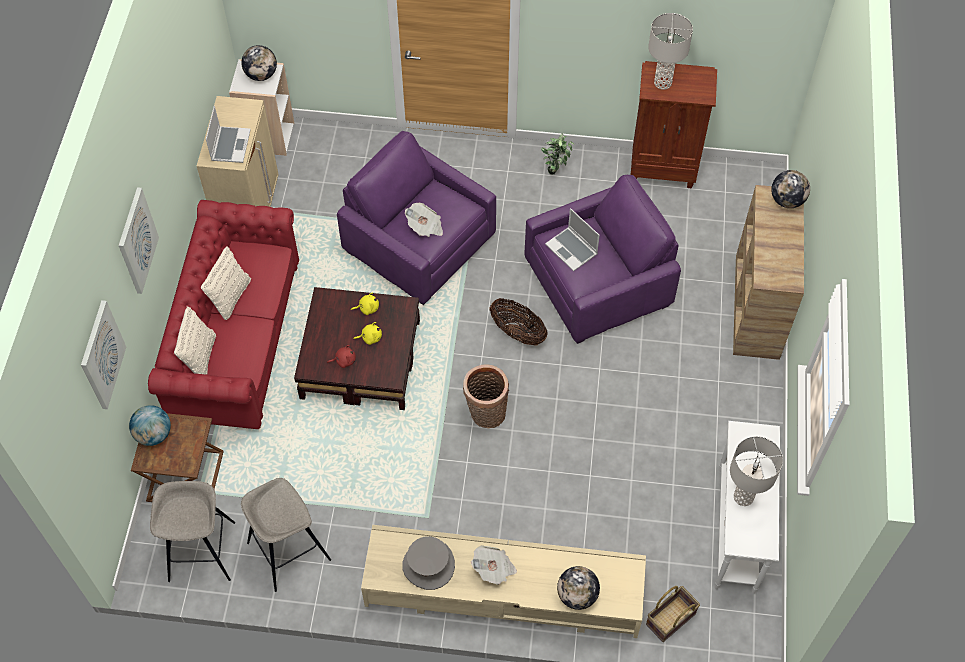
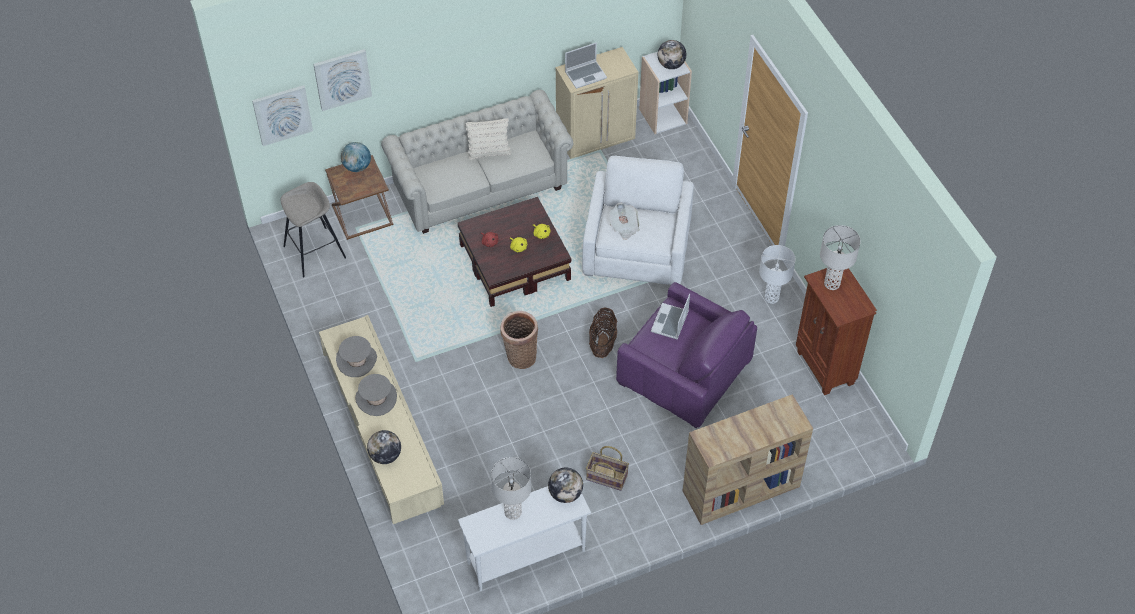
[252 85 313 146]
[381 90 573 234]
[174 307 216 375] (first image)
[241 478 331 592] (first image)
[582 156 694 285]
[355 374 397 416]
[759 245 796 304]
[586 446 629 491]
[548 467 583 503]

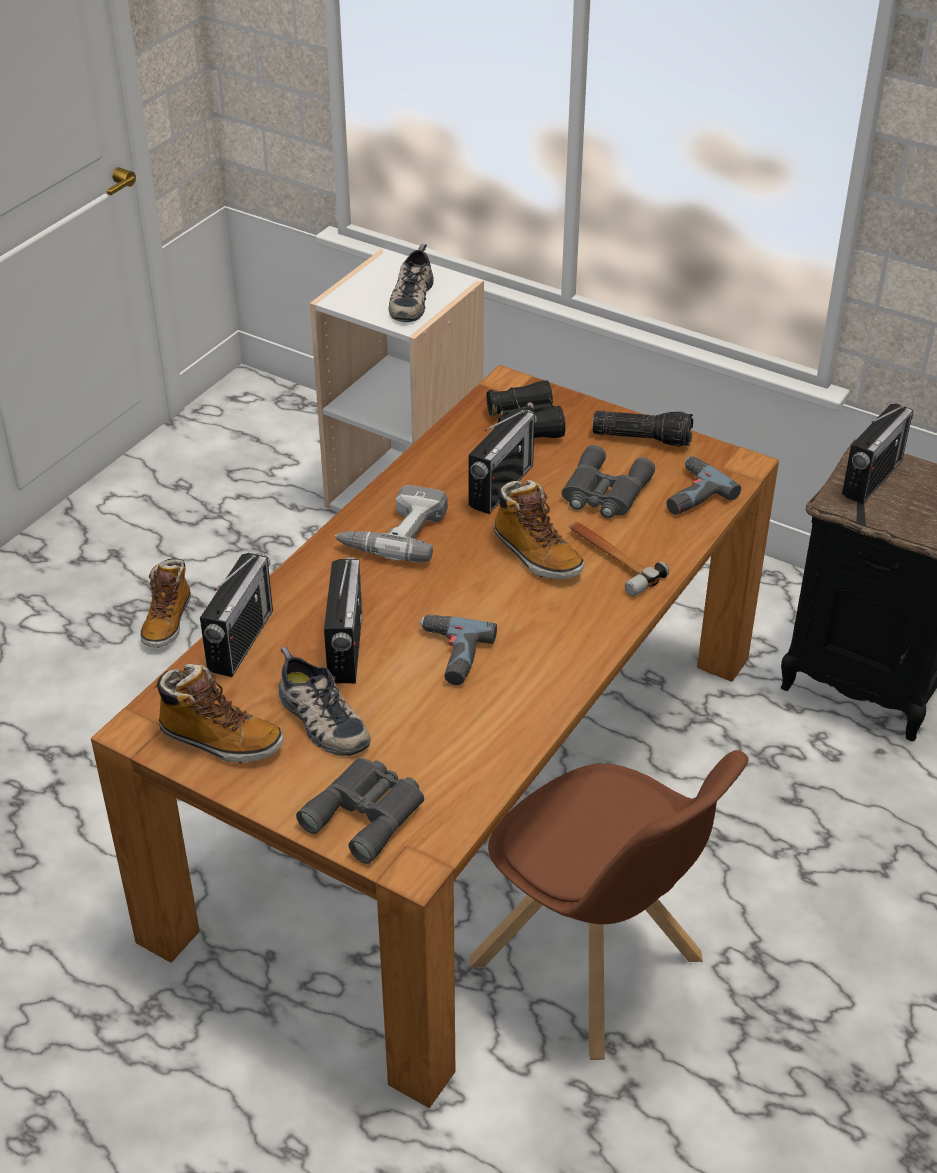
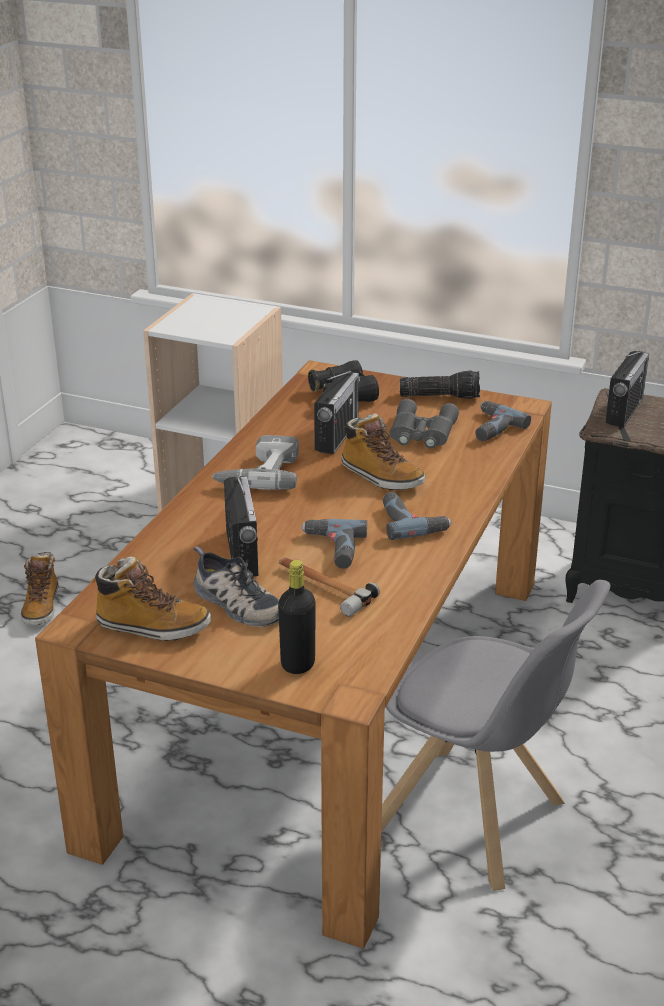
[200 553 273 677] (first image)
[278 560 316 674]
[388 244 434 322] (first image)
[381 580 610 891]
[279 557 380 617]
[383 492 452 540]

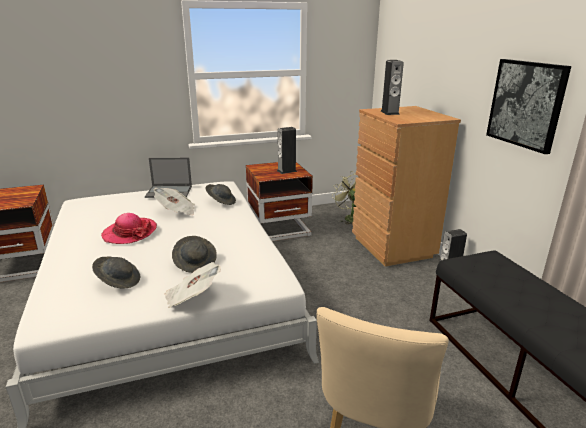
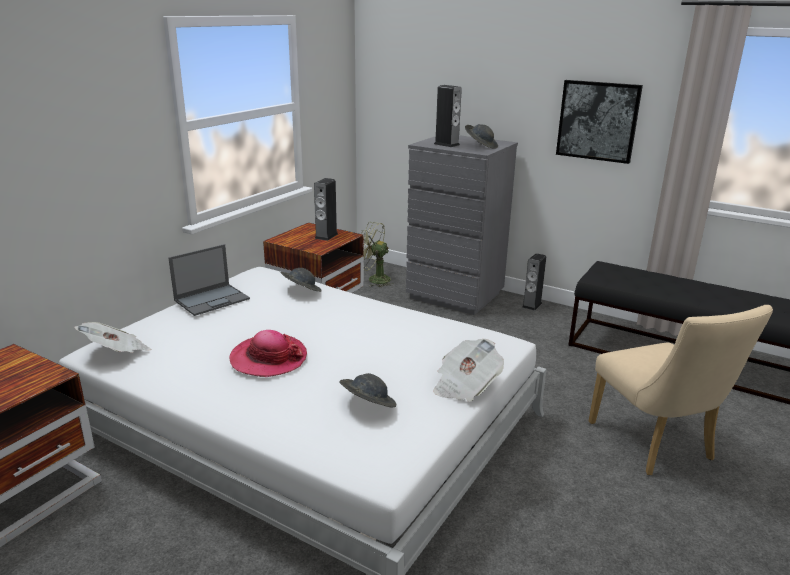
[74 322 152 353]
[465 124 498 148]
[406 135 518 315]

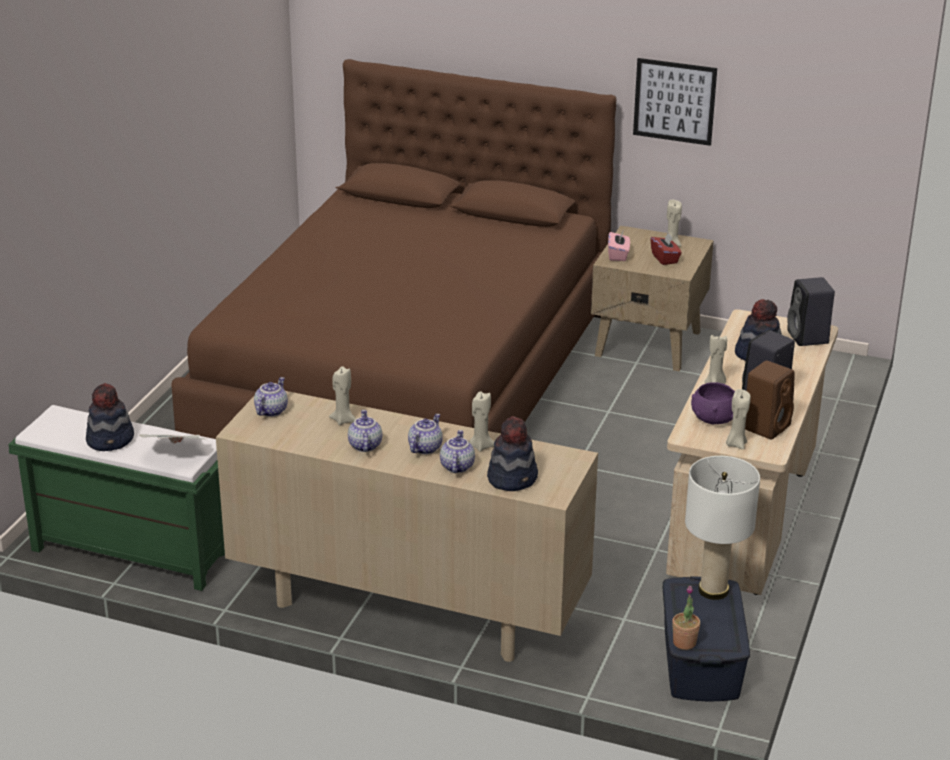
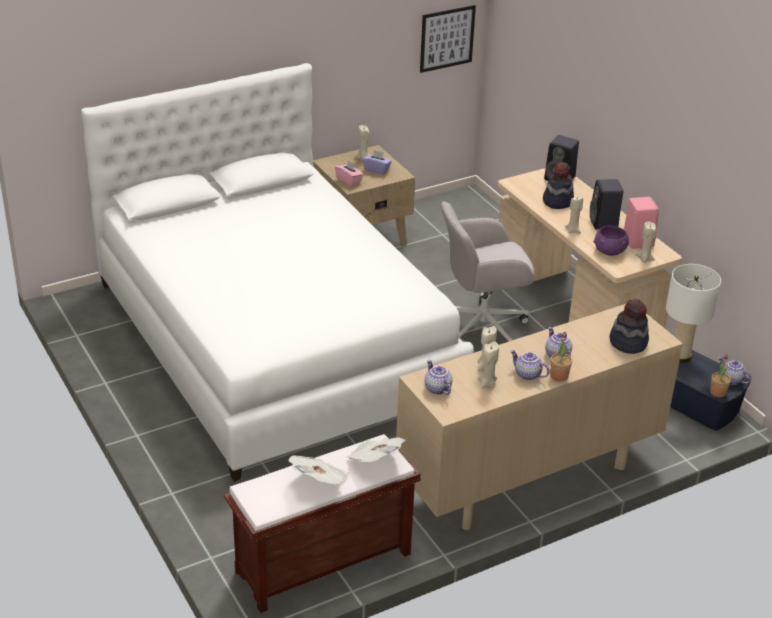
[224 434 421 613]
[289 455 349 485]
[81 63 474 482]
[718 357 751 385]
[478 342 499 388]
[420 5 476 73]
[363 150 392 175]
[624 197 659 249]
[441 201 535 341]
[551 332 572 382]

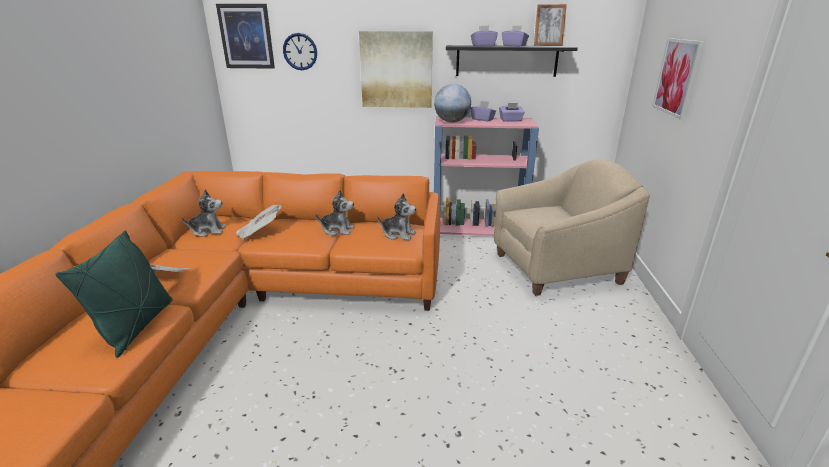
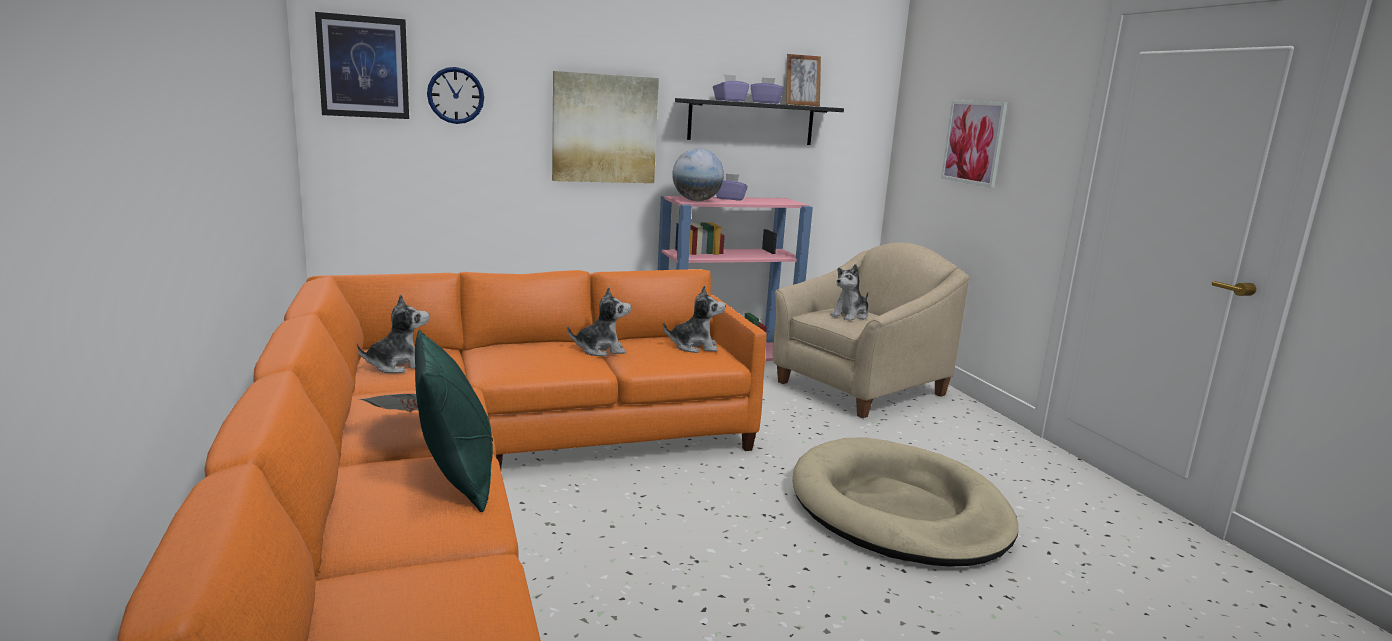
[236 205 281 240] (first image)
[499 103 525 122] (first image)
[792 437 1018 567]
[830 264 869 321]

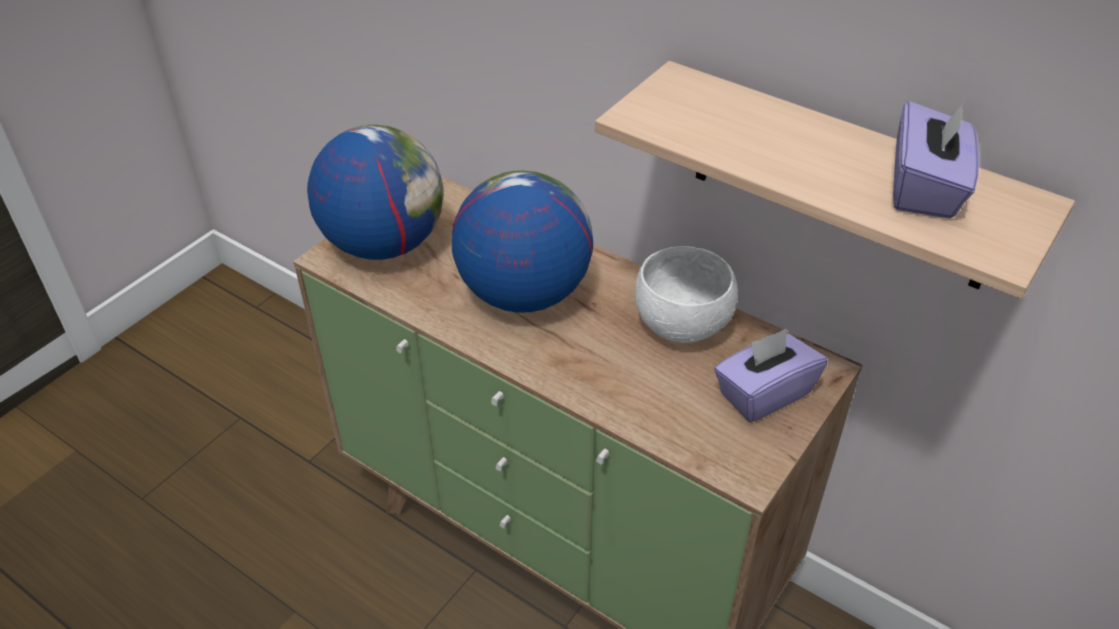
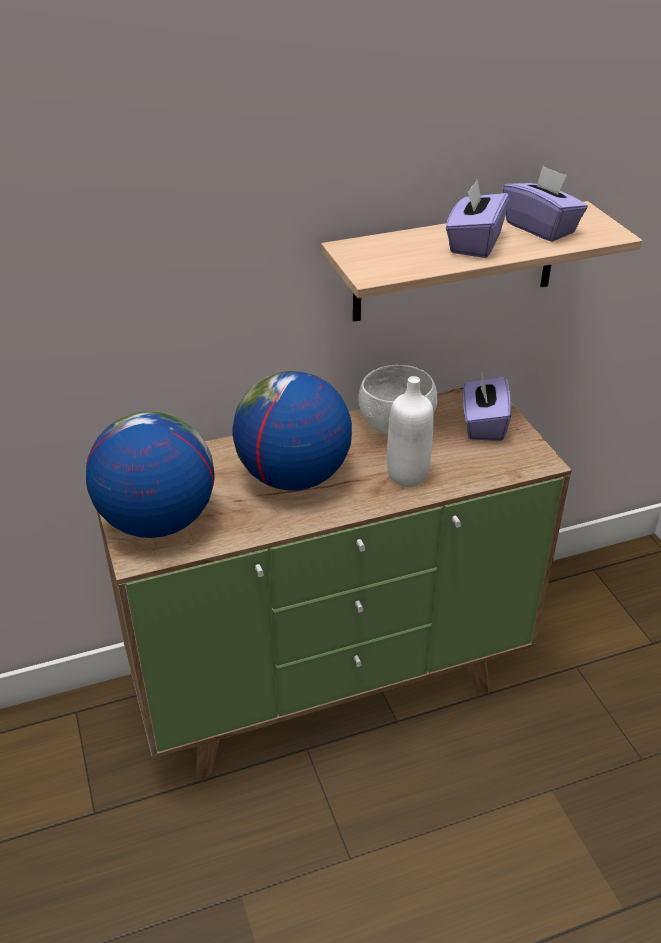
[387 376 434 487]
[446 179 509 258]

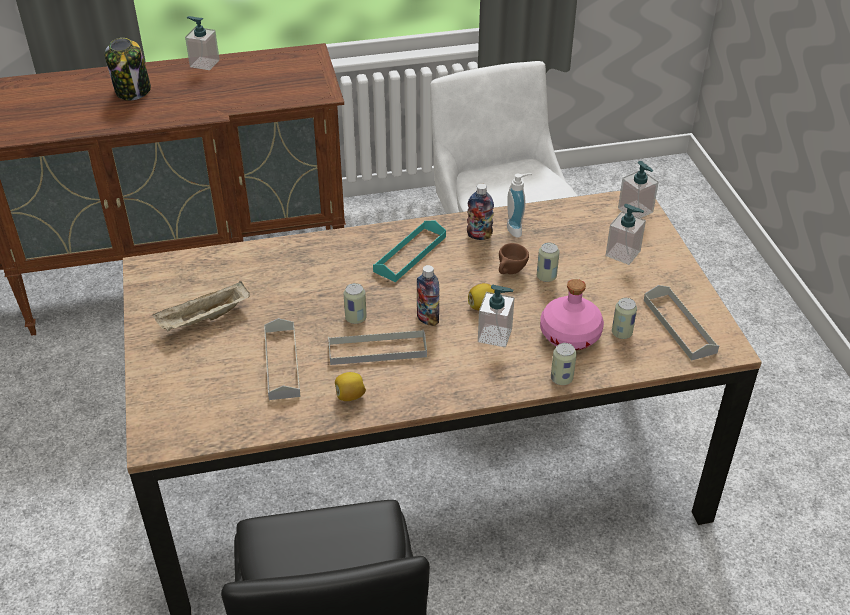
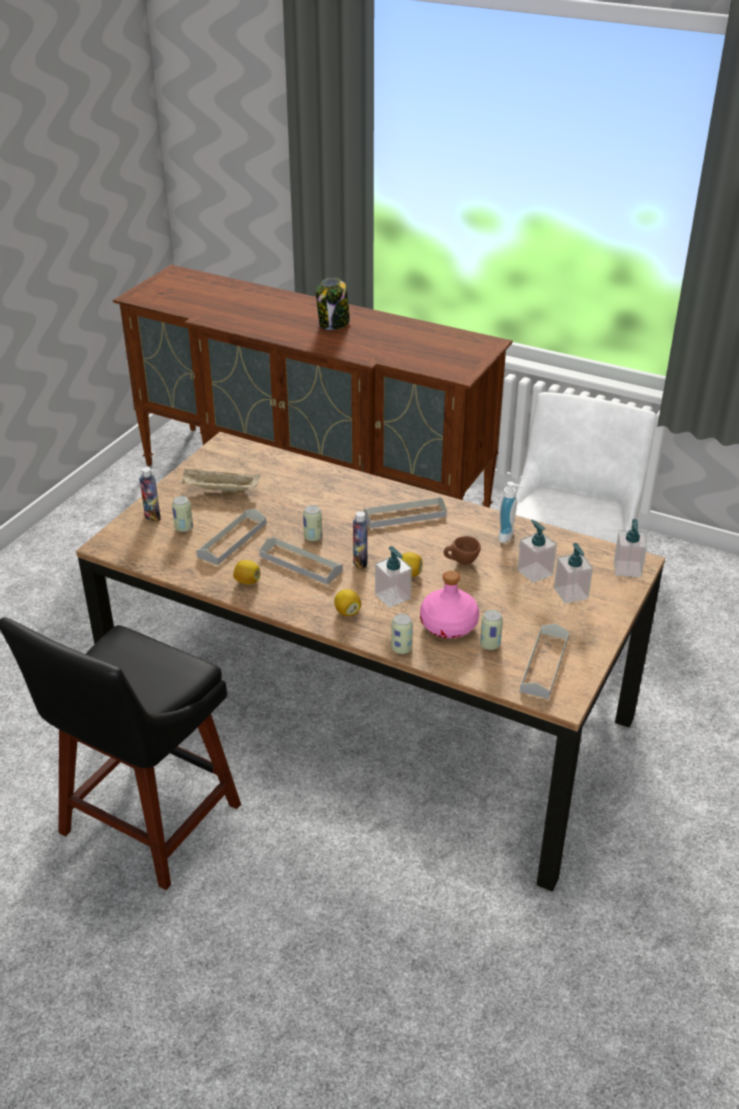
[517 520 557 583]
[364 497 447 528]
[139 467 161 522]
[172 496 193 532]
[334 589 361 616]

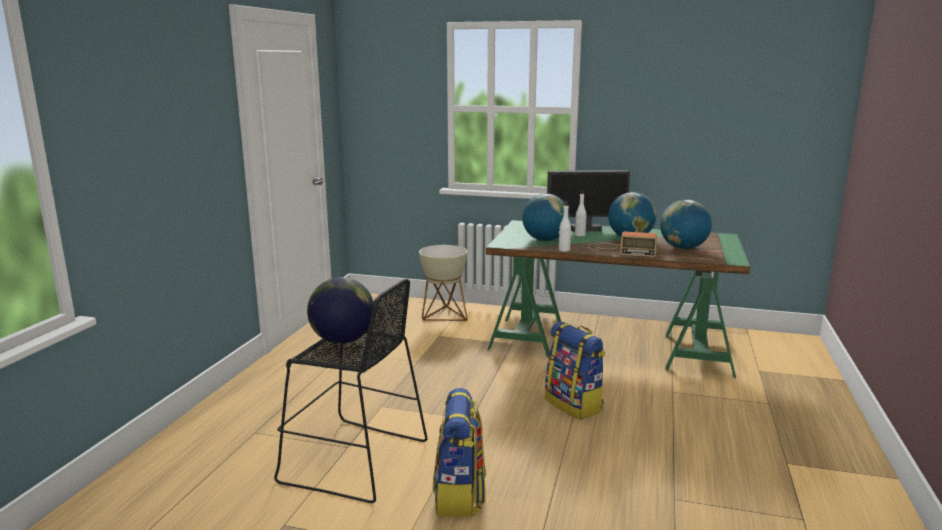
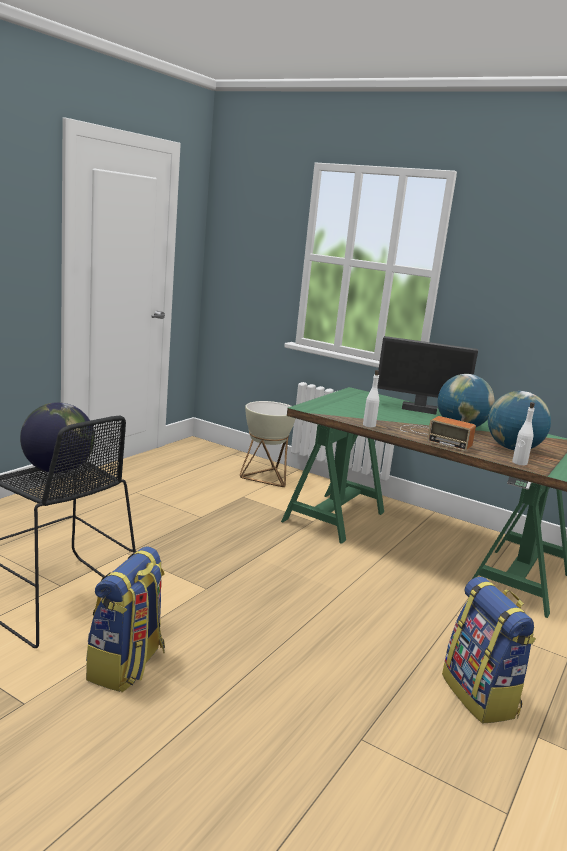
[522 194 570 241] (first image)
[442 577 536 724]
[512 402 535 466]

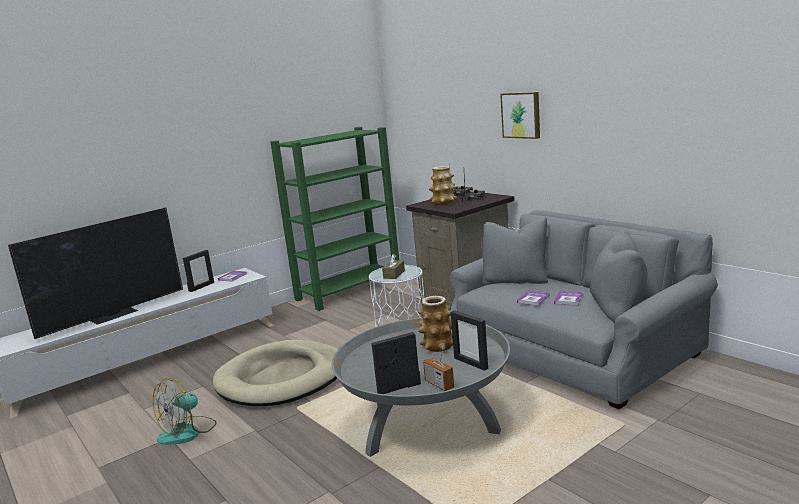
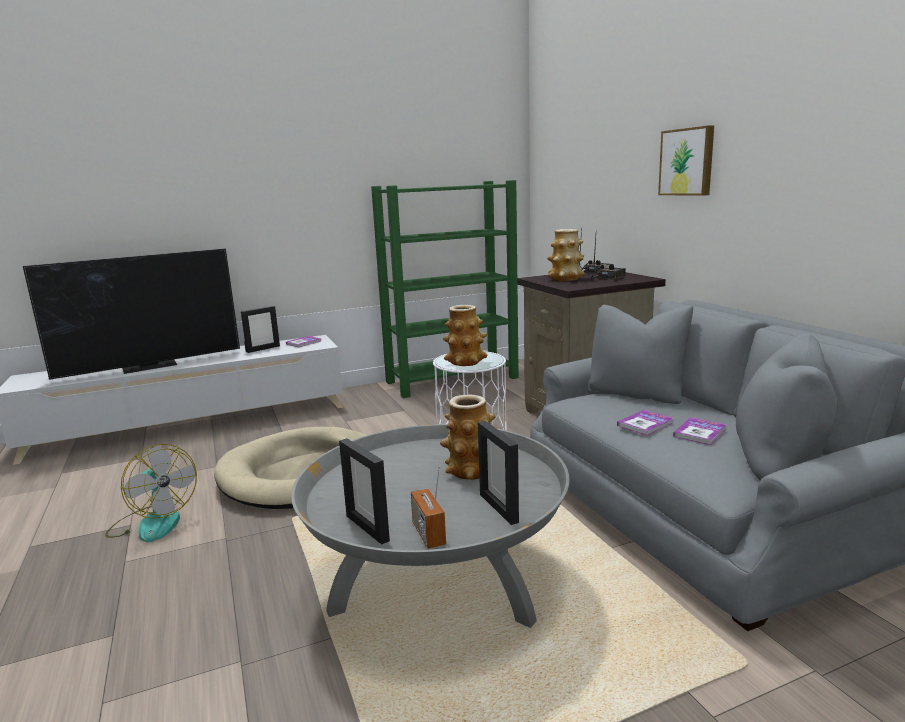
[105 444 197 542]
[339 438 390 545]
[443 305 488 366]

